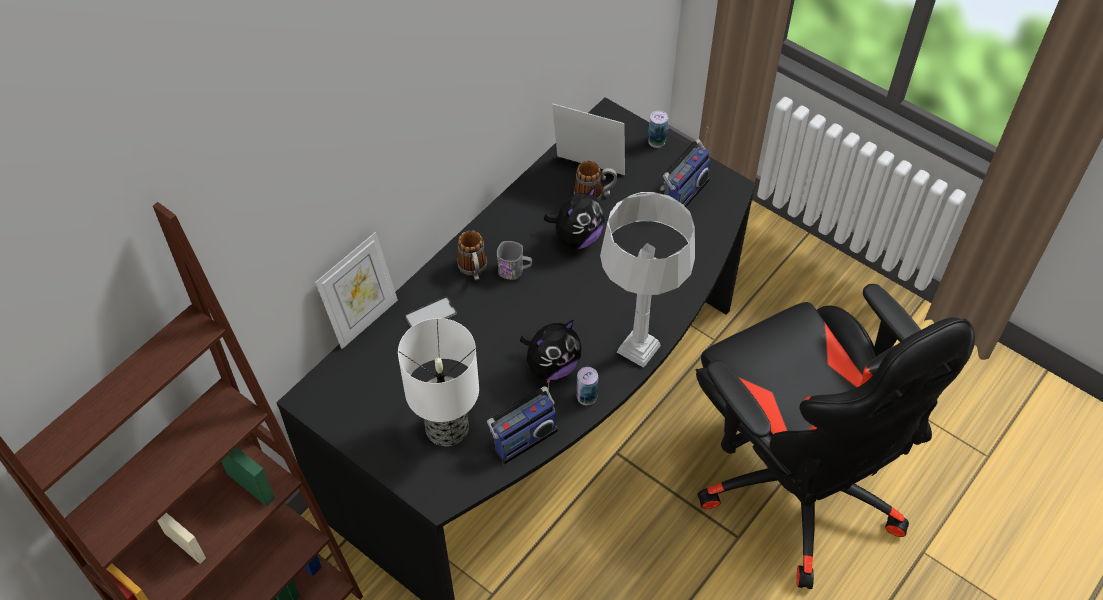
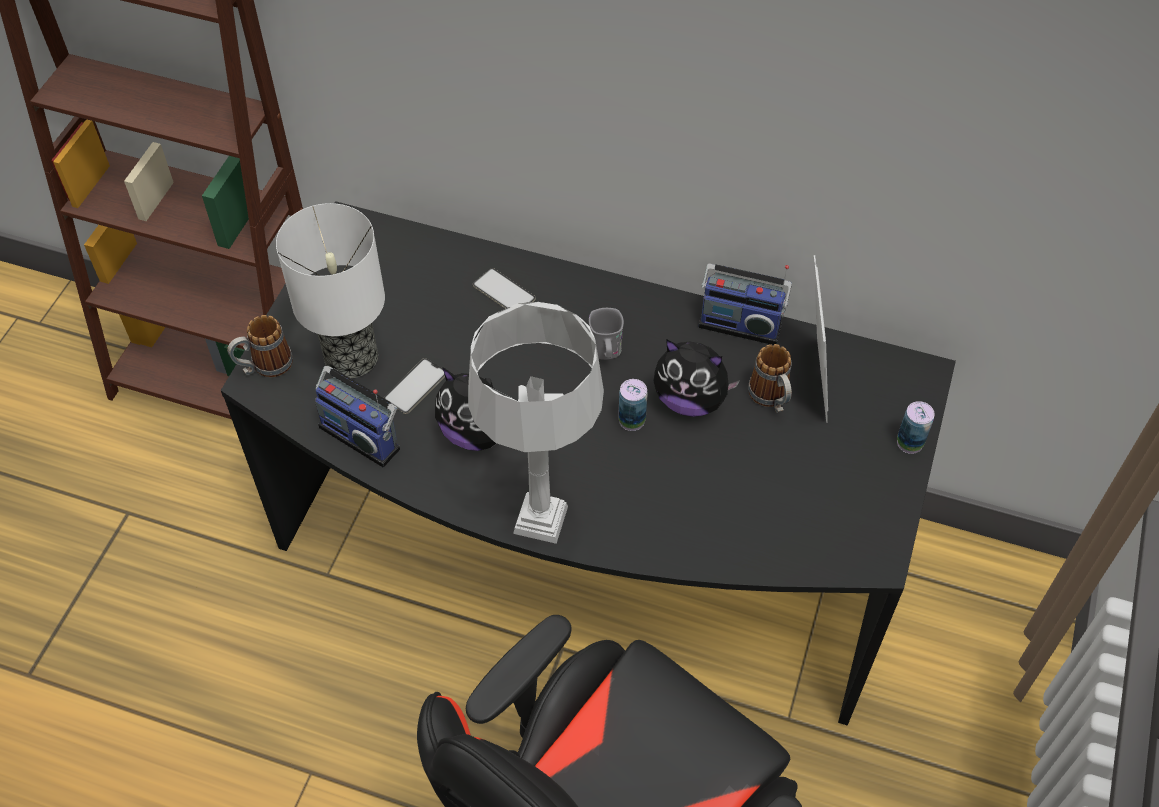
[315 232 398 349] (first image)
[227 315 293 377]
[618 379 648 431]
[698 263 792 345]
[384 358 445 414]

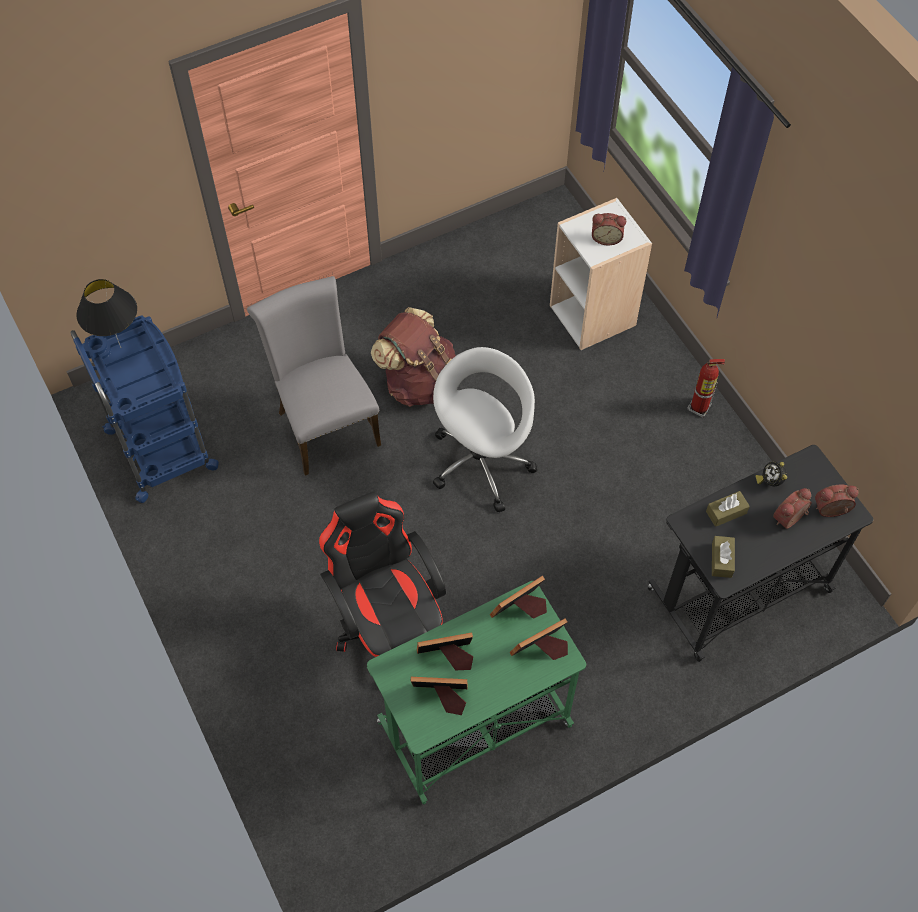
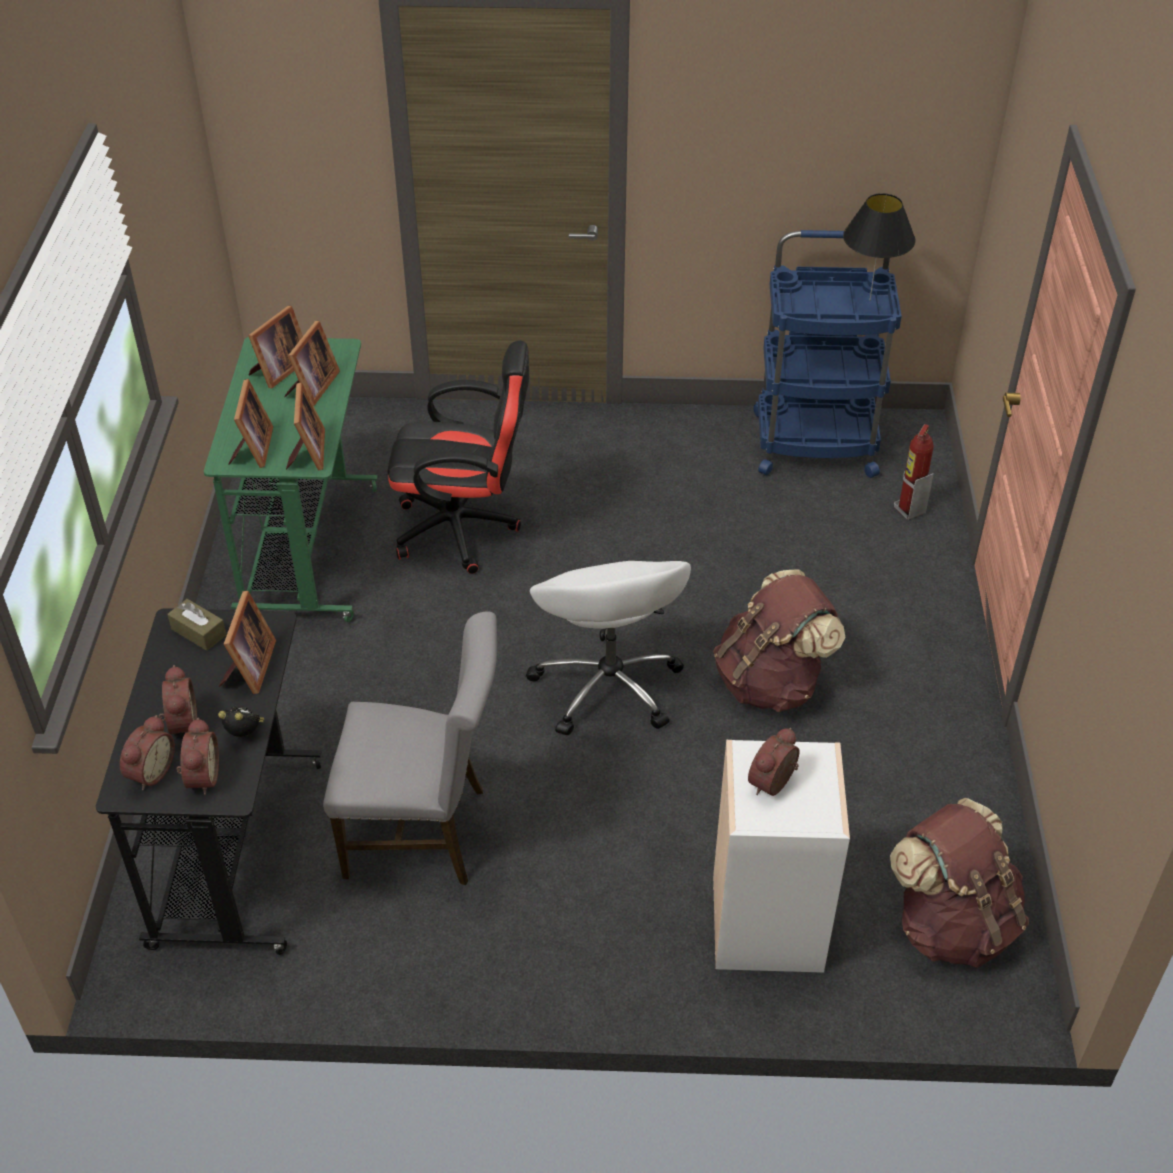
[323 611 497 885]
[894 424 934 520]
[218 591 276 694]
[177 718 219 795]
[890 798 1029 968]

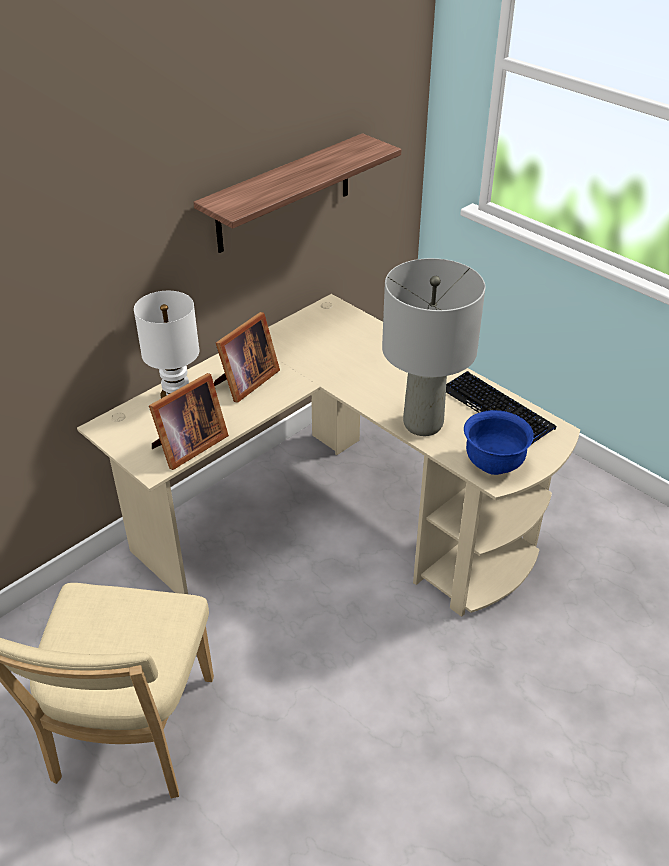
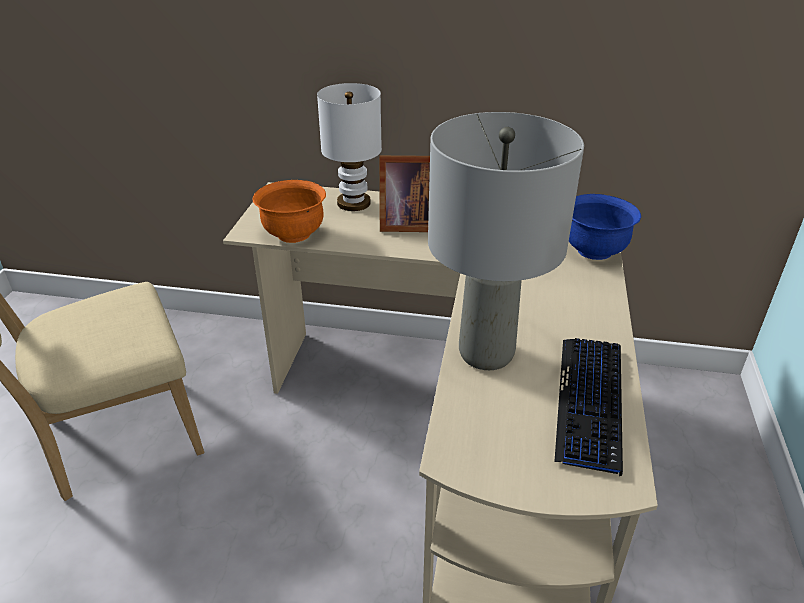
[253 180 326 243]
[194 133 401 253] (first image)
[569 194 641 260]

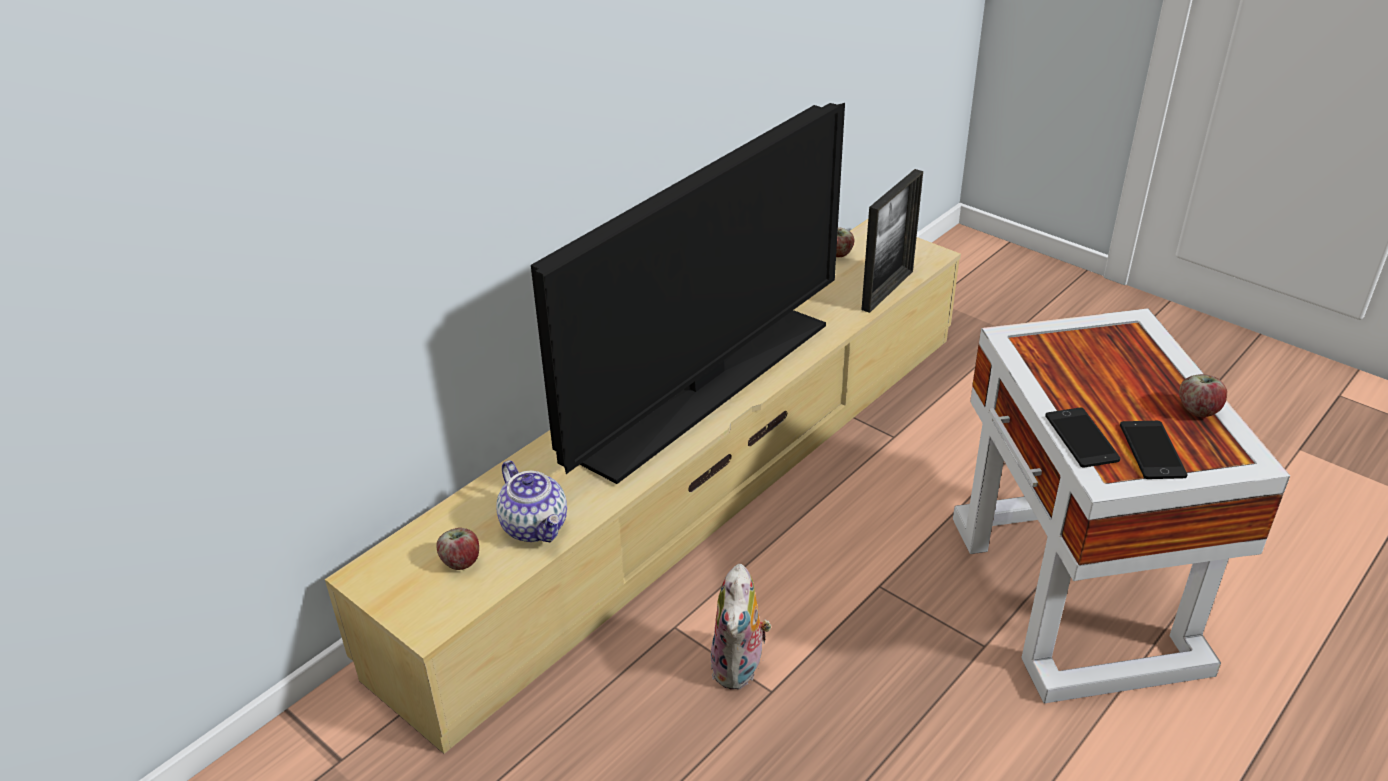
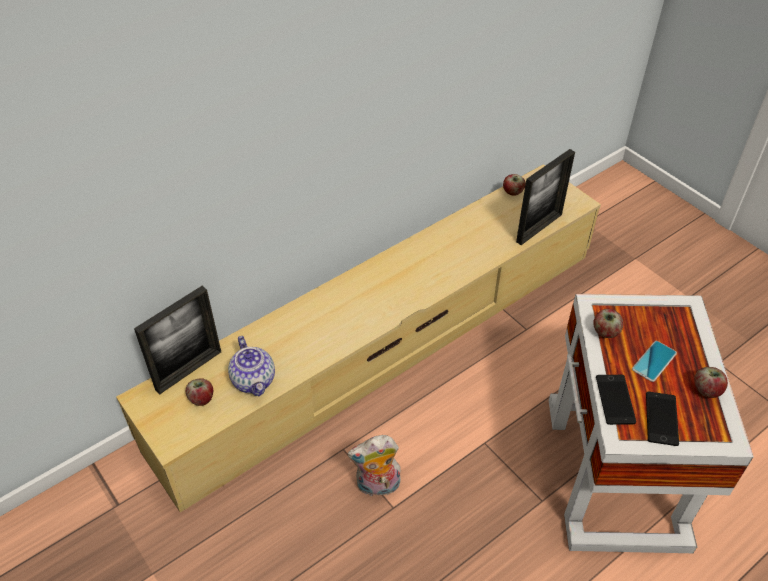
[531 103 845 484] (first image)
[347 435 401 496]
[134 286 221 394]
[593 309 623 338]
[632 341 677 382]

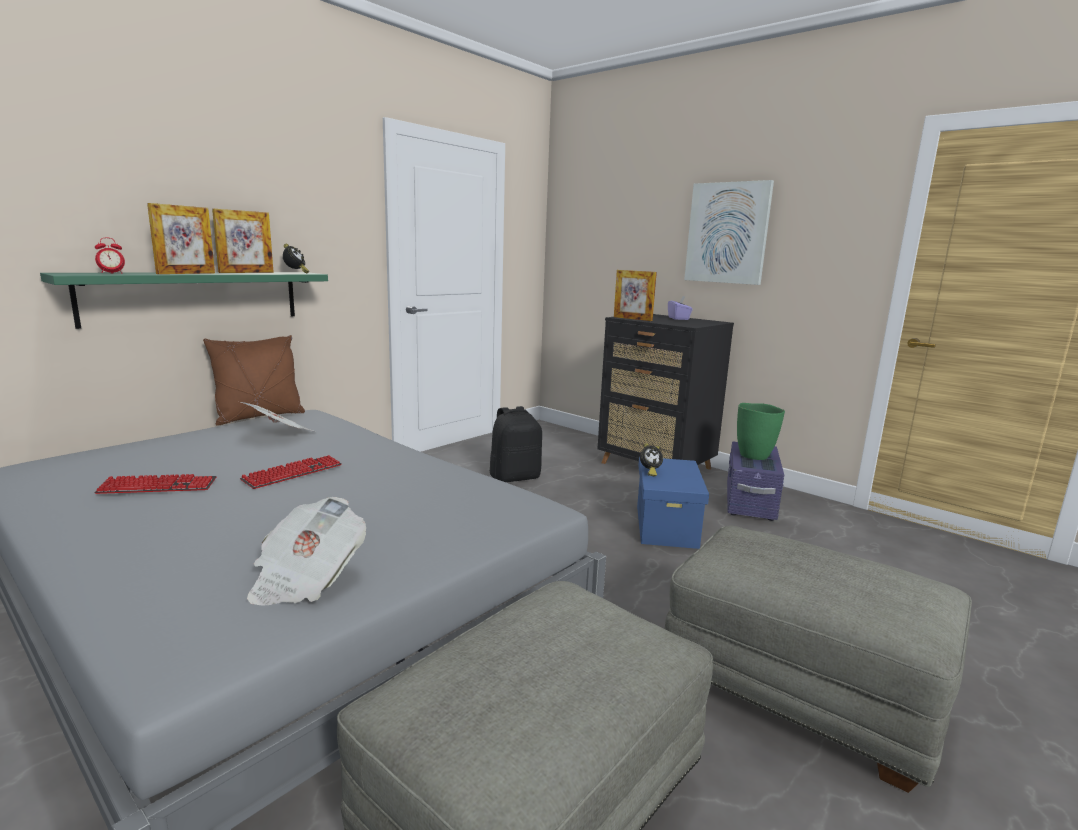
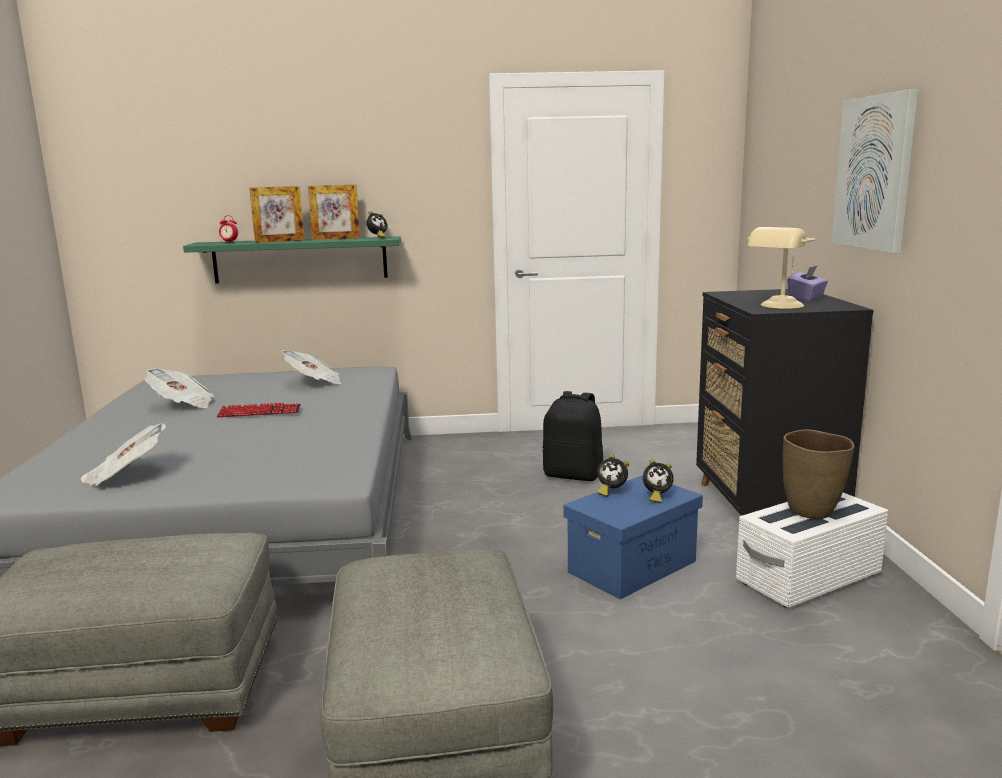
[145 368 214 408]
[203 335 305 426] (first image)
[614 270 657 321] (first image)
[736 493 888 608]
[783 430 854 519]
[643 459 674 503]
[747 227 816 309]

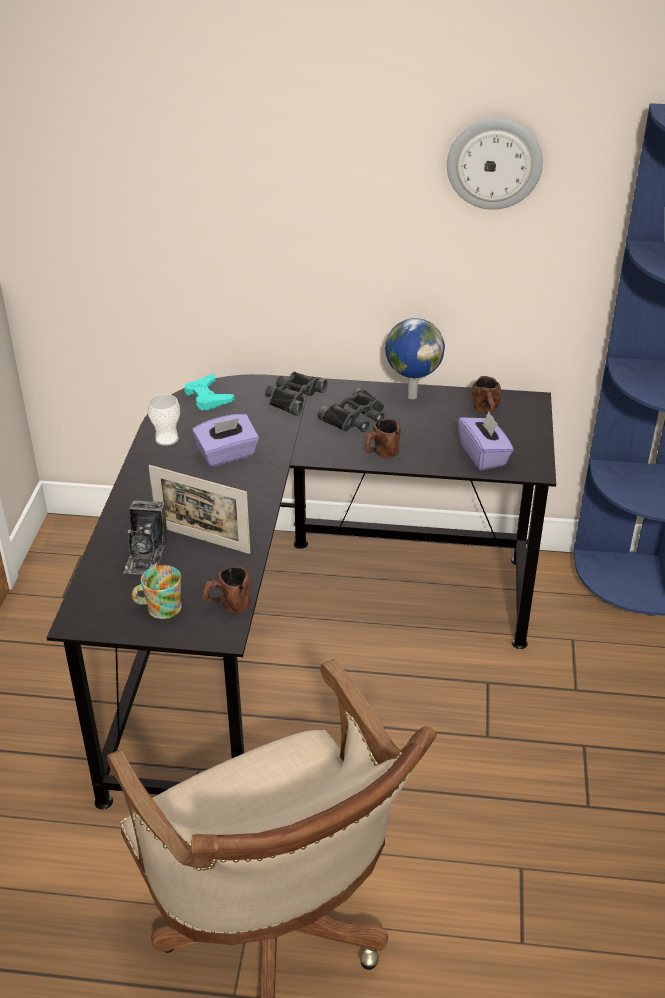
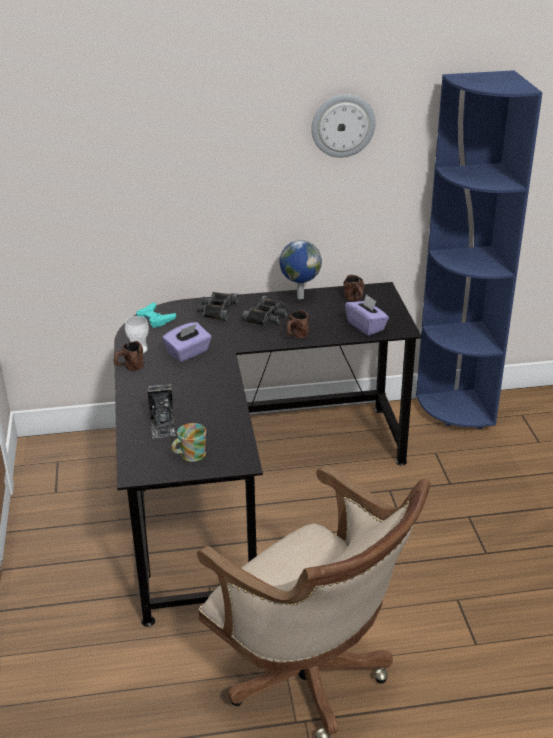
[149 465 251 554] (first image)
[114 341 143 371]

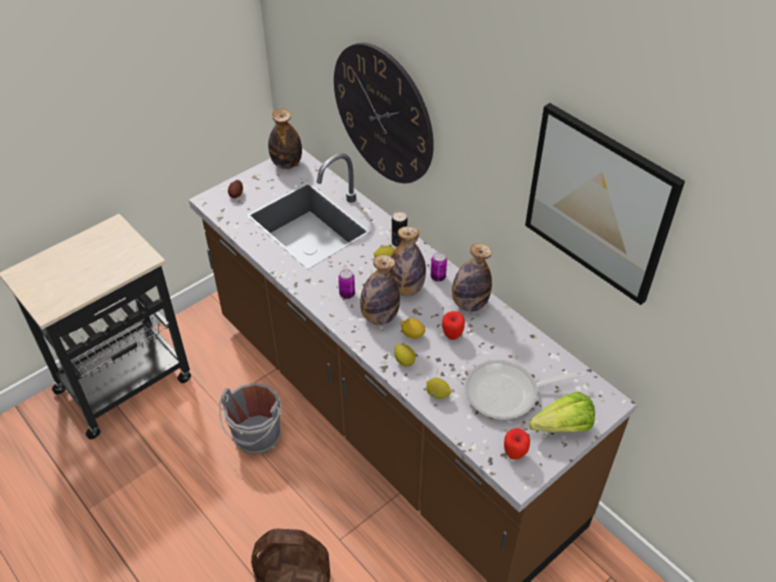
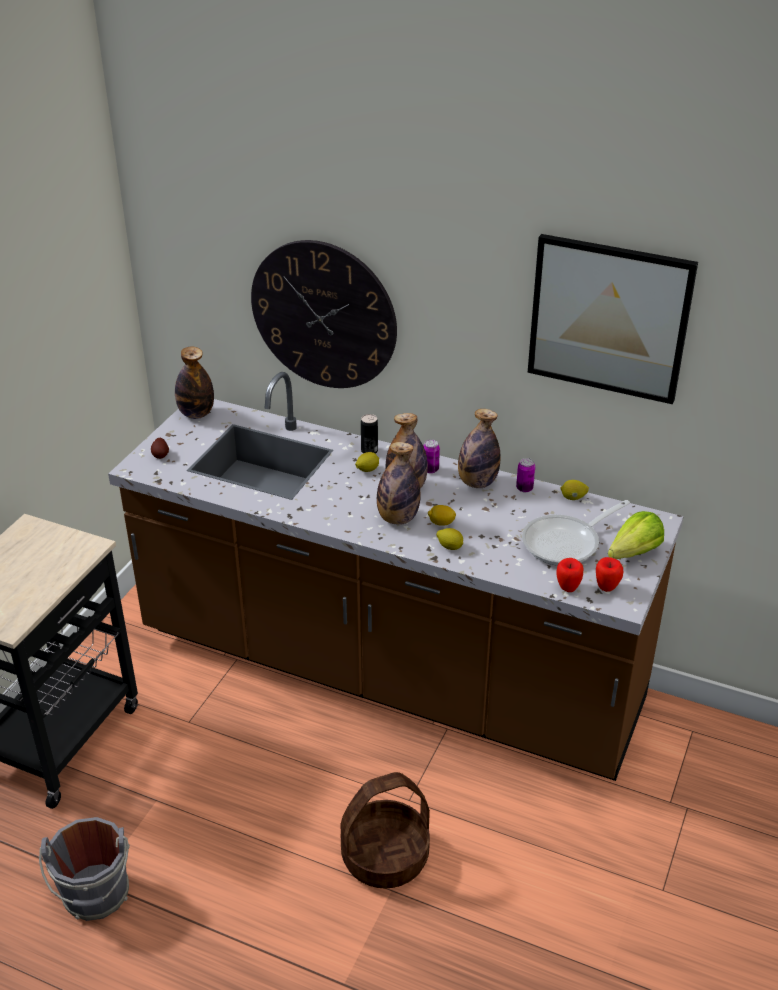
[39 817 130 921]
[516 458 535 492]
[560 480 589 500]
[556 558 583 592]

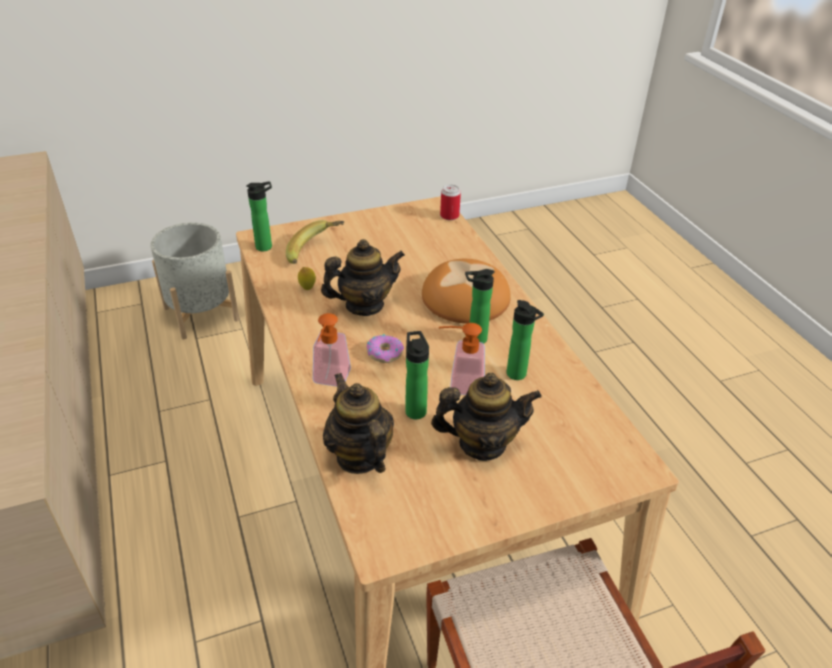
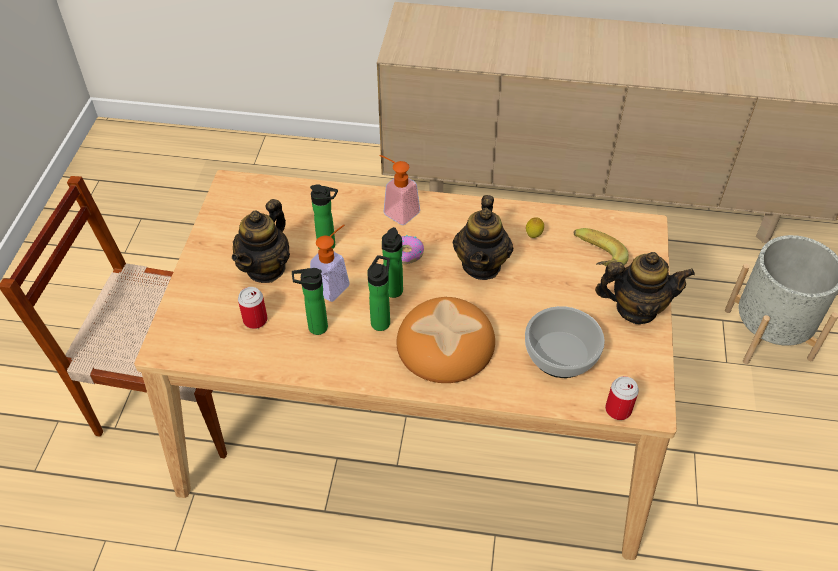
[382 227 403 298]
[595 252 695 324]
[238 287 268 329]
[525 306 605 378]

